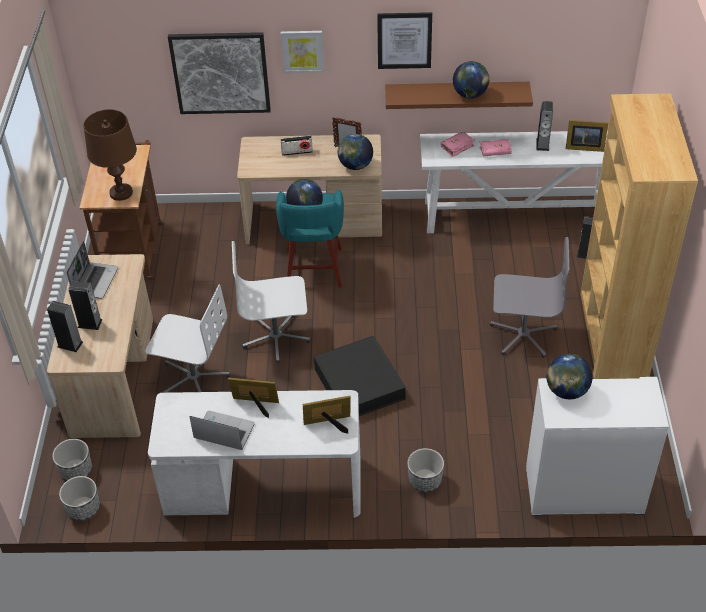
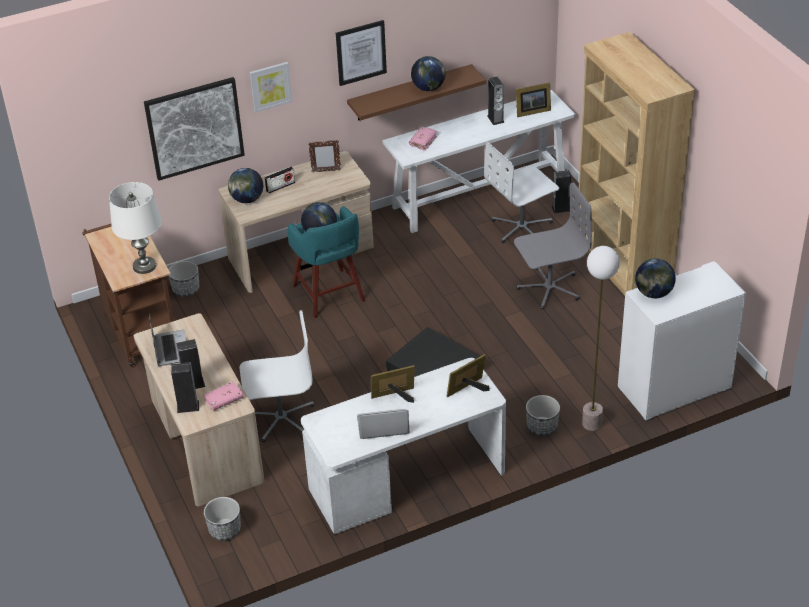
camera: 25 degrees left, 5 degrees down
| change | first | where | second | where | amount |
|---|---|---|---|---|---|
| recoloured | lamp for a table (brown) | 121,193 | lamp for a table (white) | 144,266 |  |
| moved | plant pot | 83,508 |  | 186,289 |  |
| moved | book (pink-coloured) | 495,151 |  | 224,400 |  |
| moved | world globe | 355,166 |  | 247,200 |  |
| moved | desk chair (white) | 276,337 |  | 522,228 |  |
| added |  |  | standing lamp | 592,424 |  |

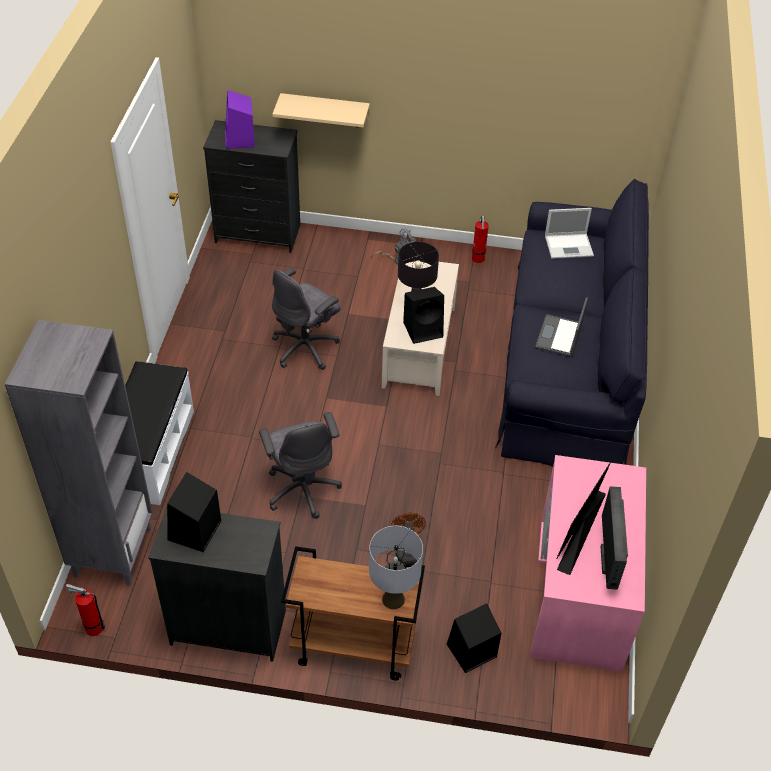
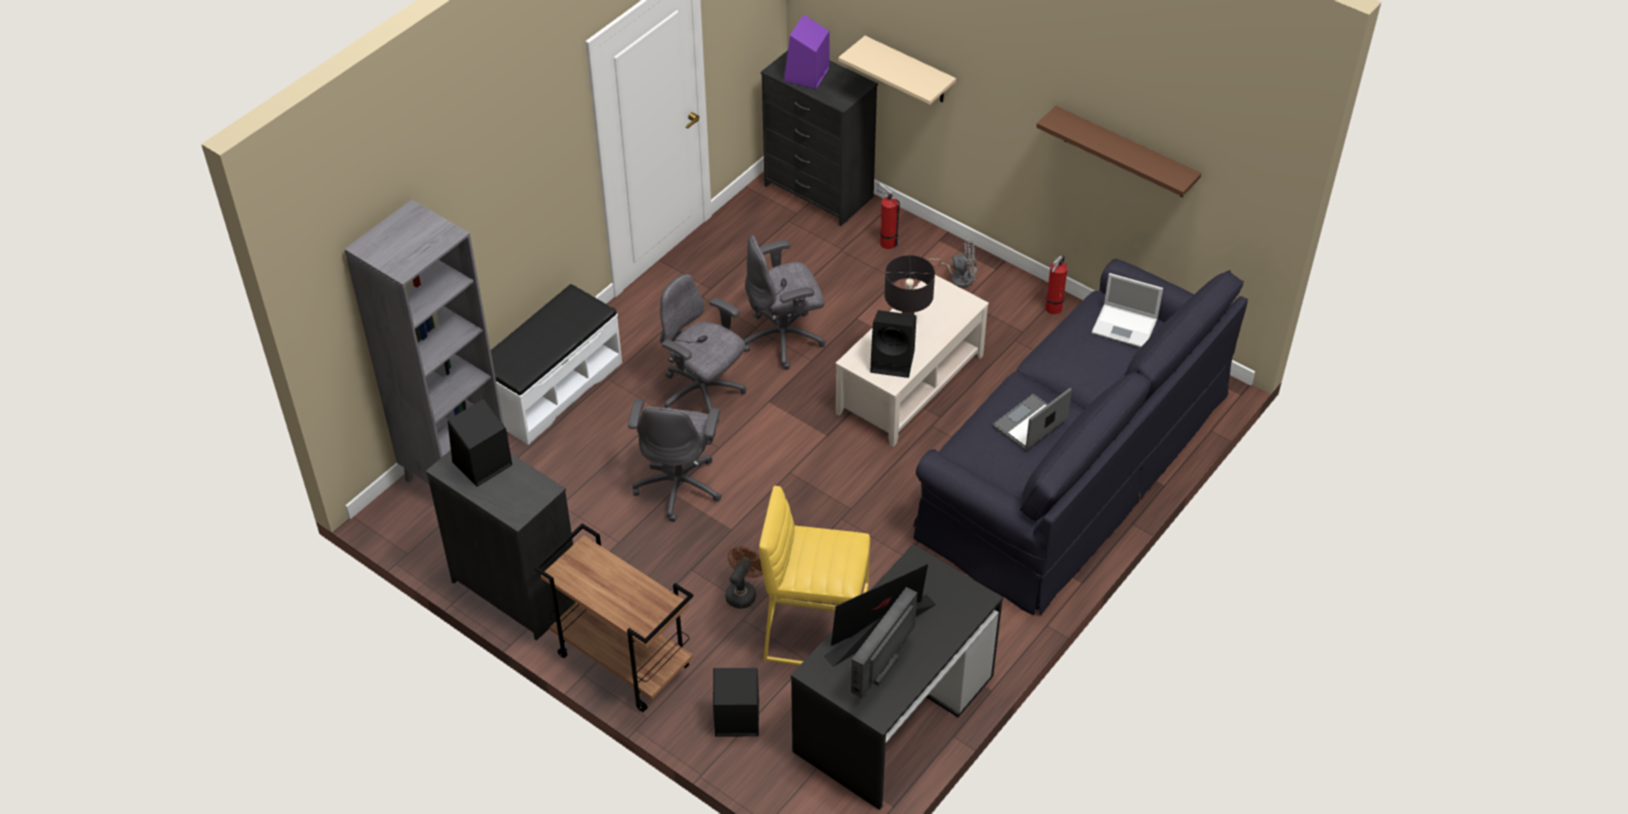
camera: 30 degrees right, 0 degrees up
| change | first | where | second | where | amount |
|---|---|---|---|---|---|
| added |  |  | desk chair (grey) | 703,394 |  |
| added |  |  | stool (yellow) | 815,634 |  |
| recoloured | desk unit (pink-coloured) | 580,593 | desk unit (black) | 895,714 |  |
| moved | fire extinguisher | 91,628 |  | 886,242 |  |
| added |  |  | shelf (brown) | 1125,153 |  |
| removed | lamp for a table (grey) | 393,599 |  |  |  |

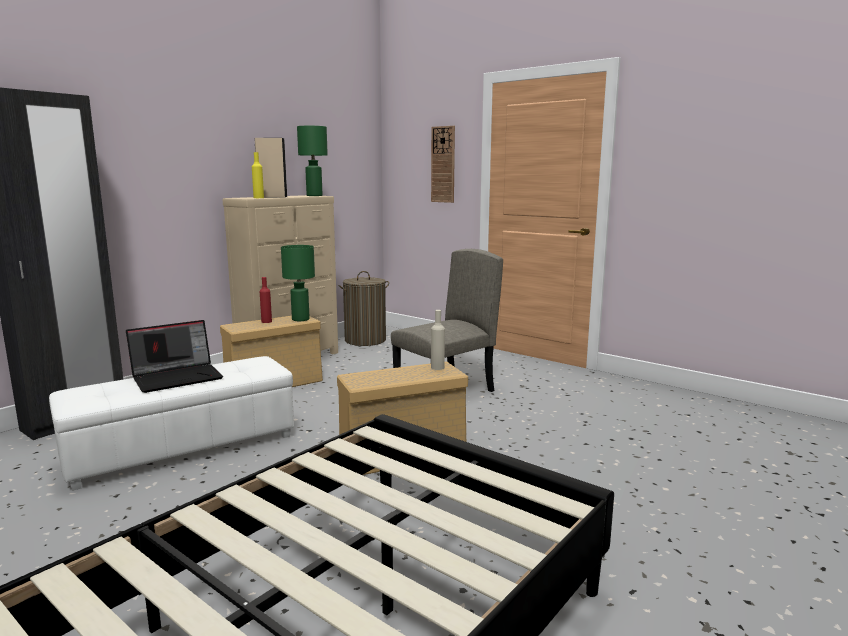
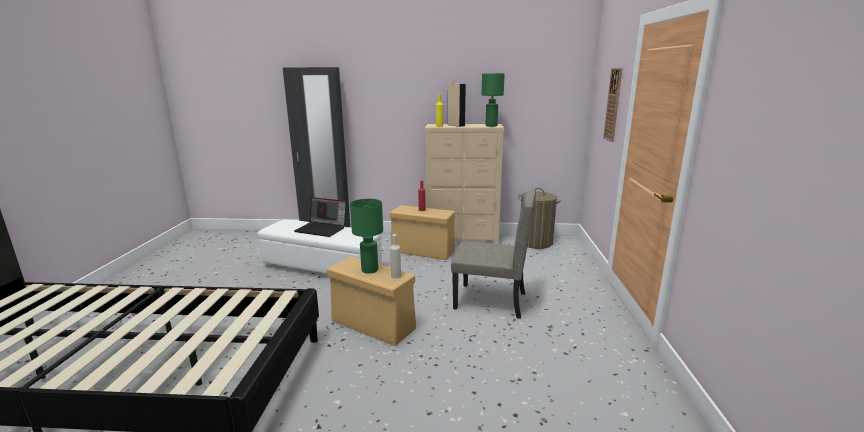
camera: 55 degrees right, 5 degrees up
| change | first | where | second | where | amount |
|---|---|---|---|---|---|
| moved | lamp for a table (greenish) | 301,319 |  | 370,270 |  |

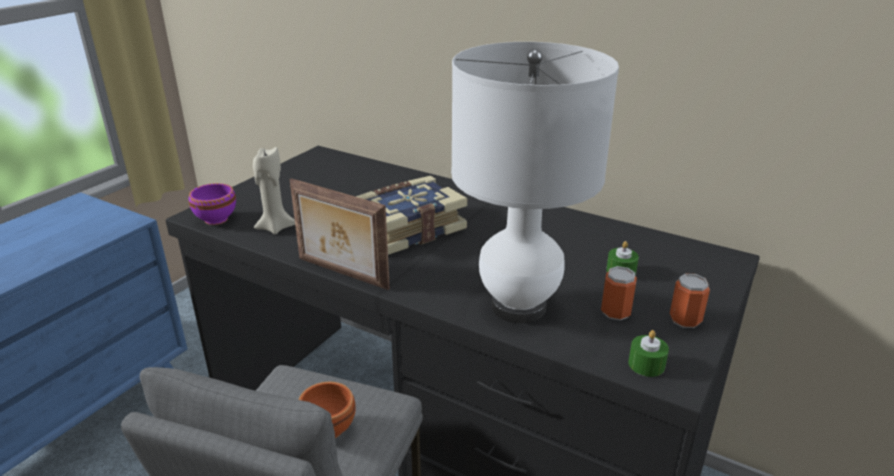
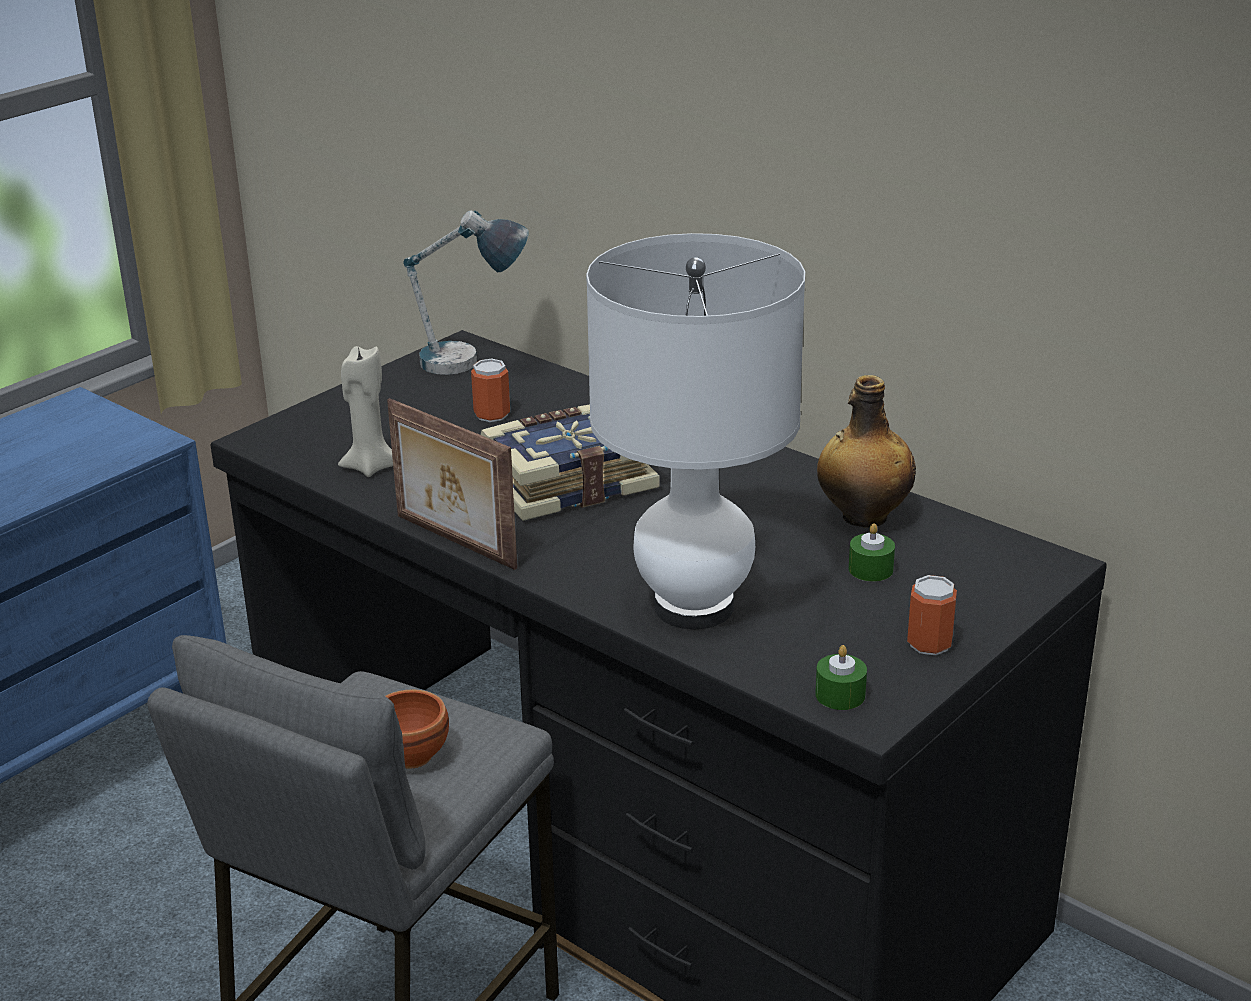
camera: 10 degrees right, 0 degrees up
| change | first | where | second | where | amount |
|---|---|---|---|---|---|
| added |  |  | lamp for a table | 471,366 |  |
| moved | can | 615,312 |  | 492,414 |  |
| added |  |  | drink bottle | 862,517 |  |
| removed | bowl (purplish) | 215,220 |  |  |  |

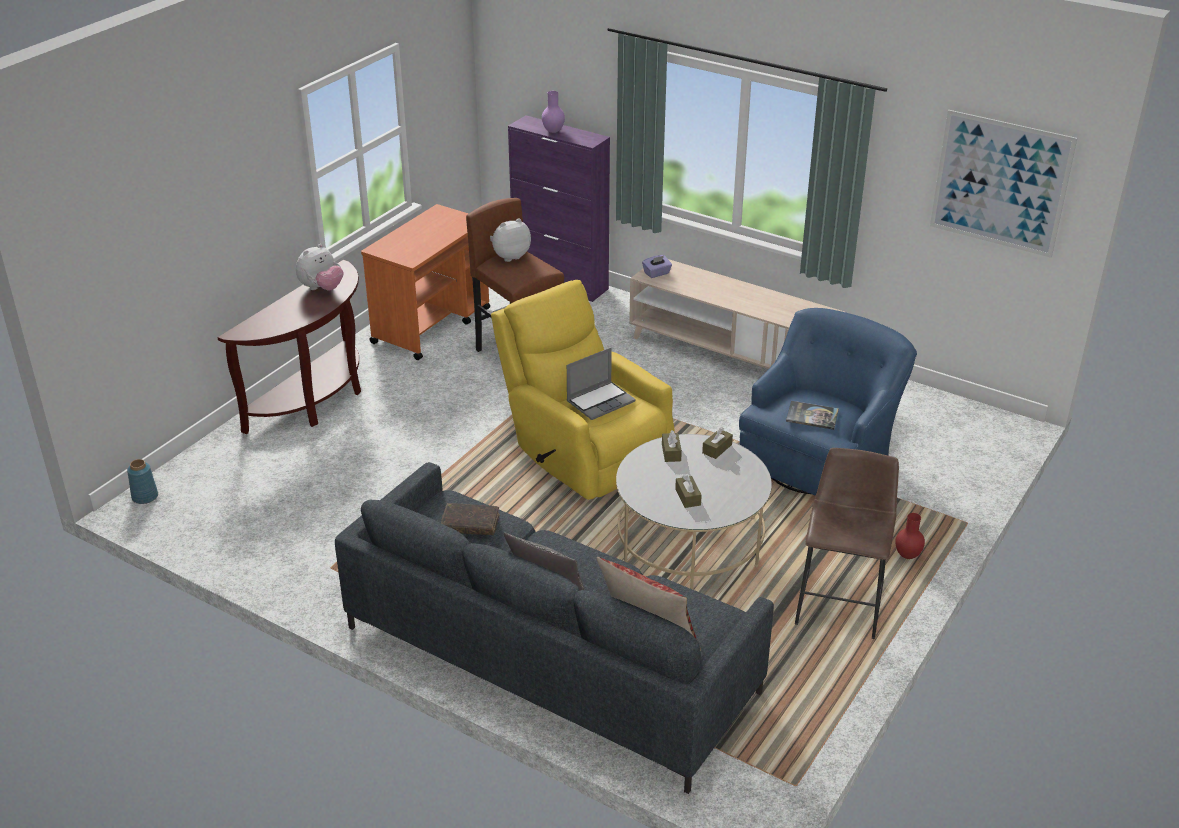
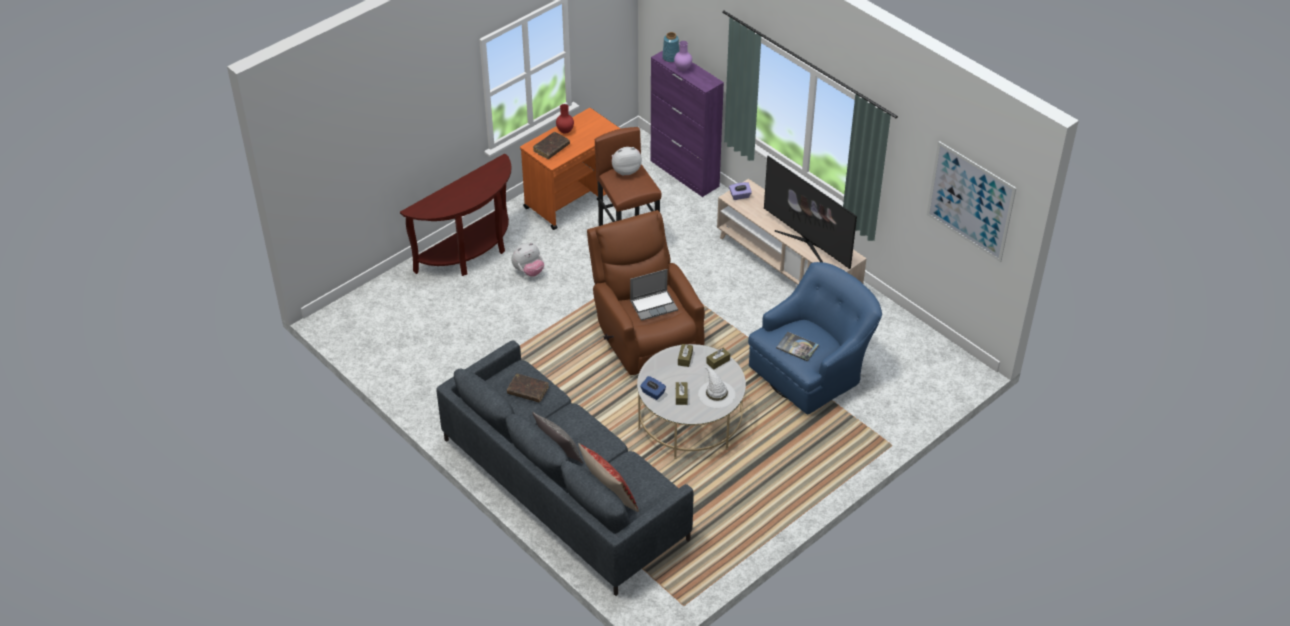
camera: 15 degrees right, 10 degrees up
| change | first | where | second | where | amount |
|---|---|---|---|---|---|
| moved | plush toy | 321,288 |  | 528,271 |  |
| added |  |  | book (brown) | 551,148 |  |
| moved | flower vase (red-coloured) | 907,556 |  | 564,131 |  |
| recoloured | lounge chair (yellow) | 584,450 | lounge chair (brown) | 645,332 |  |
| added |  |  | tissue box (bluish) | 652,393 |  |
| moved | flower vase (bluish) | 144,497 |  | 670,57 |  |
| added |  |  | wearable hat (white) | 716,394 |  |
| added |  |  | television | 806,243 |  |
| removed | stool (brown) | 841,601 |  |  |  |

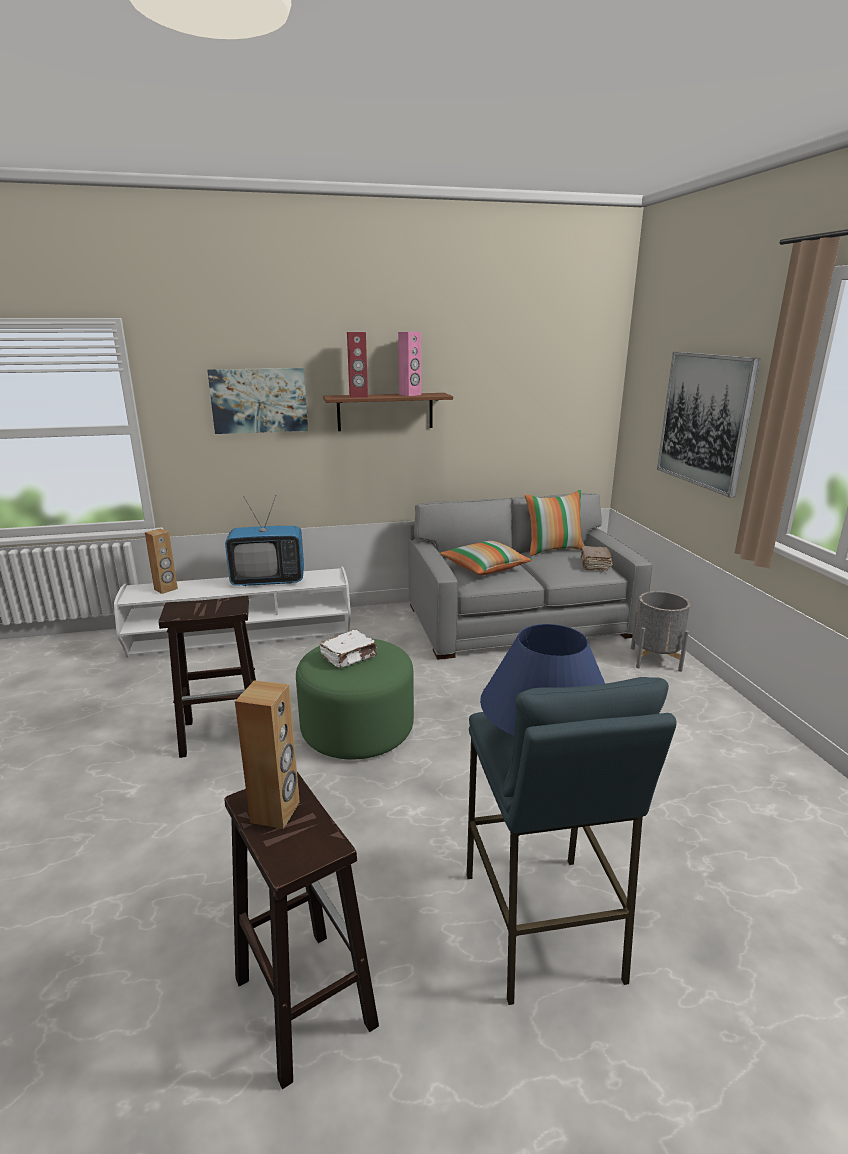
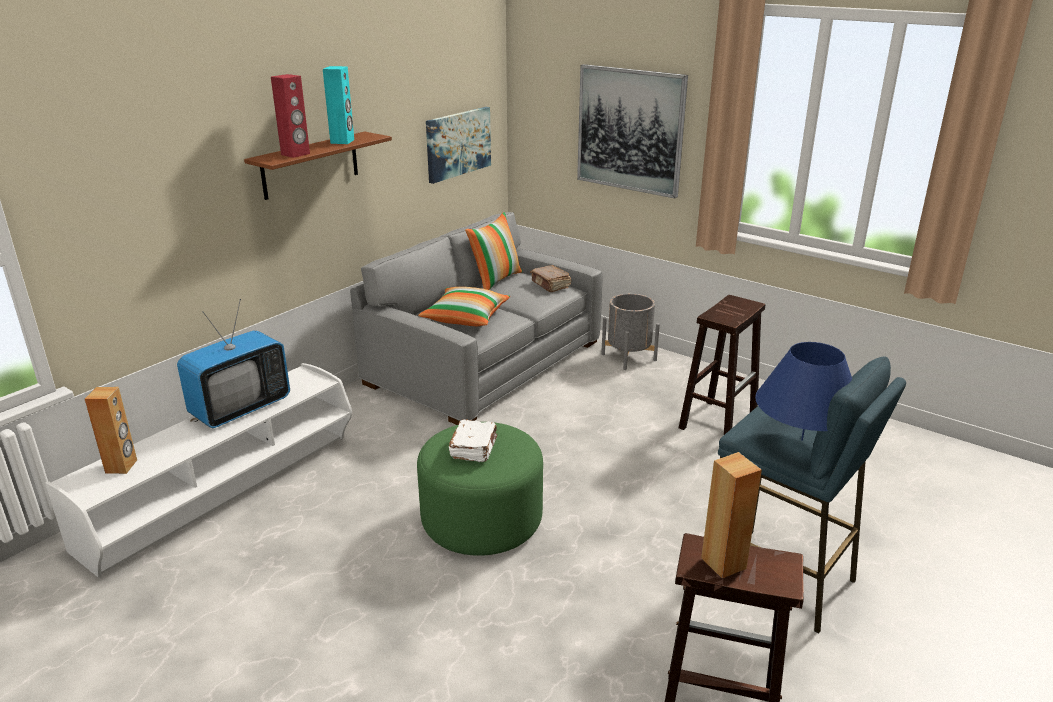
camera: 40 degrees left, 5 degrees up
| change | first | where | second | where | amount |
|---|---|---|---|---|---|
| recoloured | loudspeaker (pink-coloured) | 410,394 | loudspeaker (turquoise) | 342,141 |  |
| moved | wall picture | 259,400 |  | 458,143 |  |
| moved | stool (brown) | 224,733 |  | 718,422 |  |

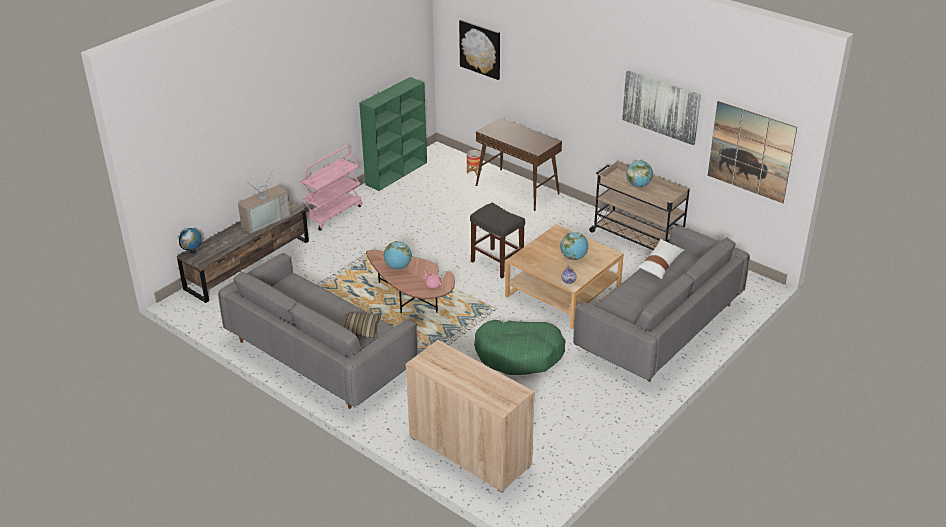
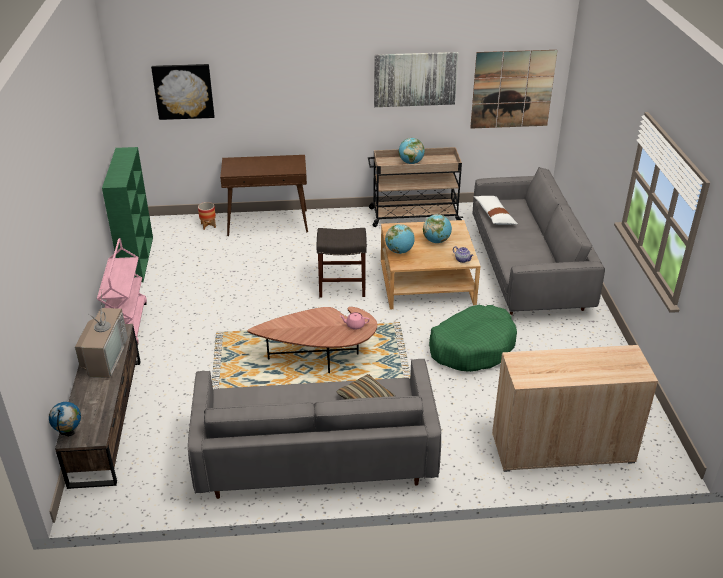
camera: 45 degrees left, 0 degrees up
| change | first | where | second | where | amount |
|---|---|---|---|---|---|
| moved | world globe | 398,267 |  | 399,251 |  |

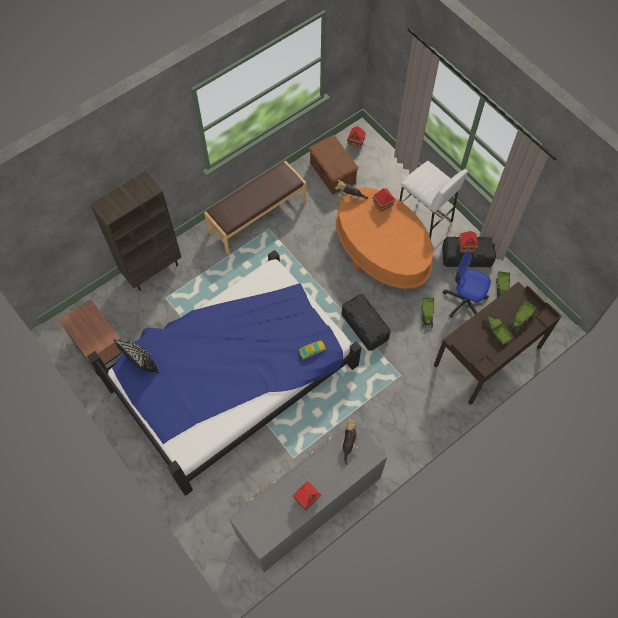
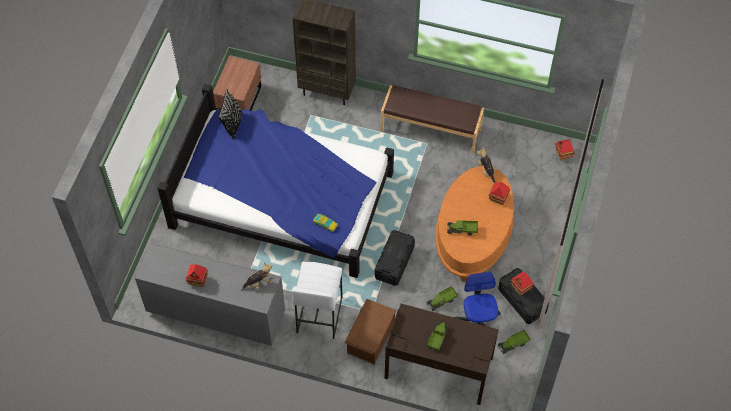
camera: 55 degrees right, 5 degrees down
| change | first | where | second | where | amount |
|---|---|---|---|---|---|
| moved | stool (white) | 424,219 |  | 319,314 |  |
| moved | storage box (brown) | 332,174 |  | 370,338 |  |
| moved | toy lorry | 520,319 |  | 462,230 |  |

